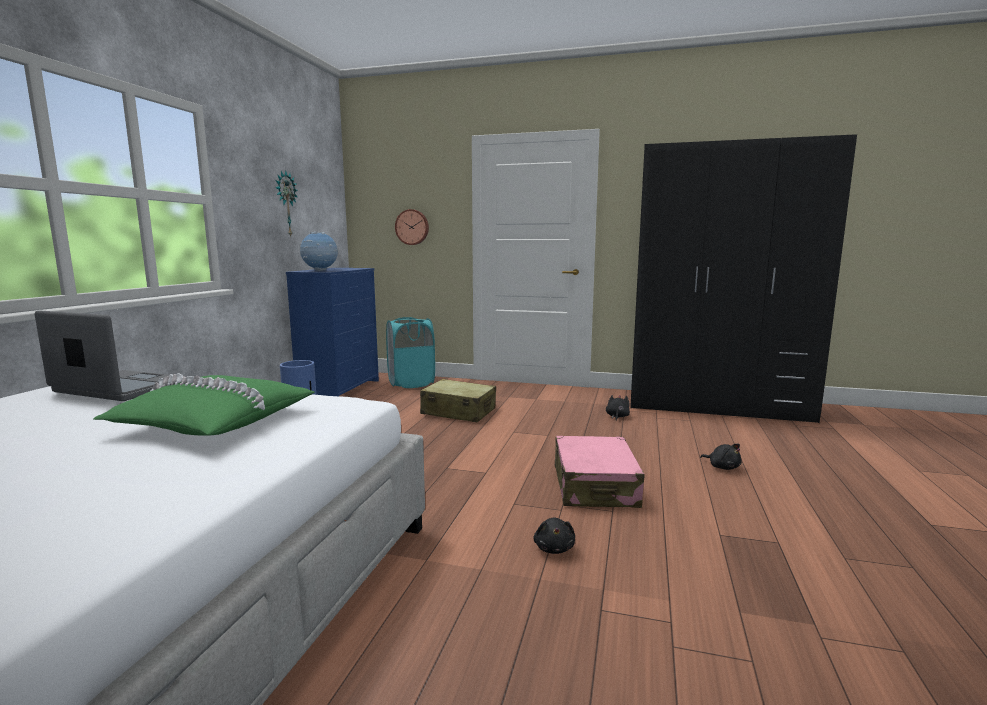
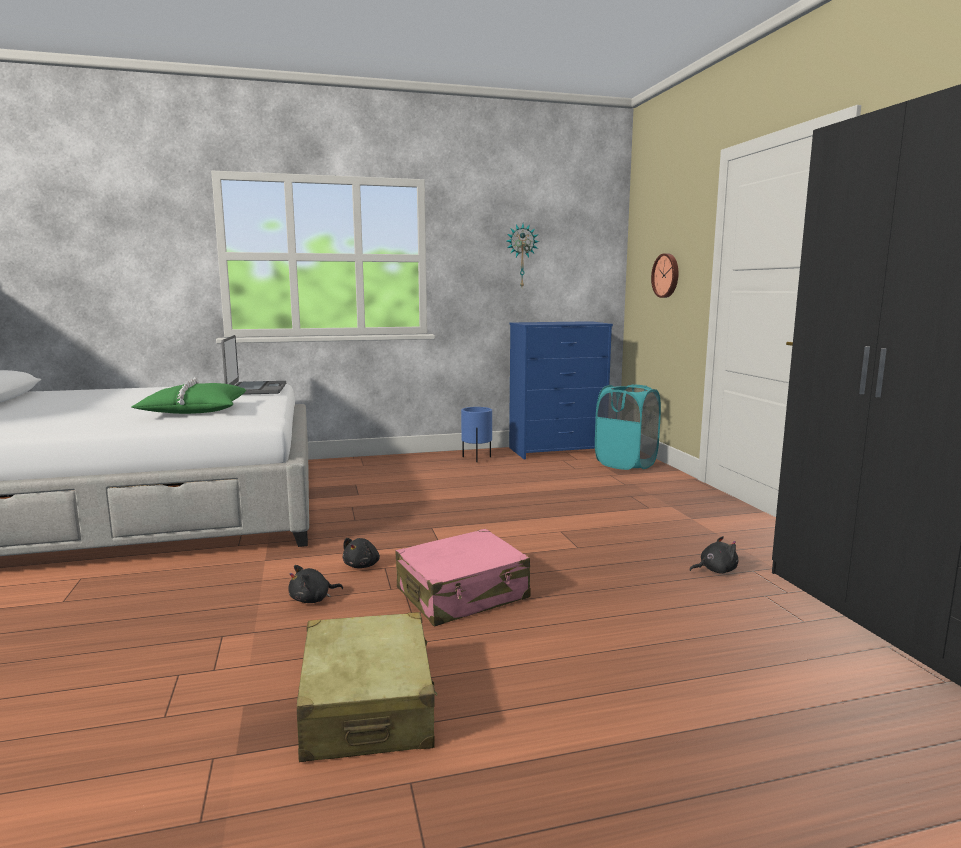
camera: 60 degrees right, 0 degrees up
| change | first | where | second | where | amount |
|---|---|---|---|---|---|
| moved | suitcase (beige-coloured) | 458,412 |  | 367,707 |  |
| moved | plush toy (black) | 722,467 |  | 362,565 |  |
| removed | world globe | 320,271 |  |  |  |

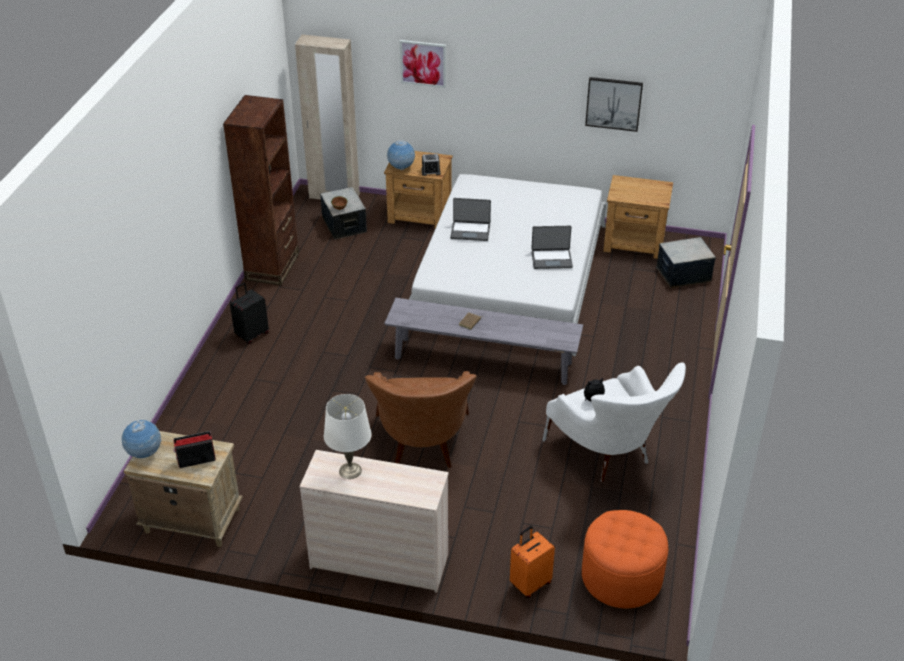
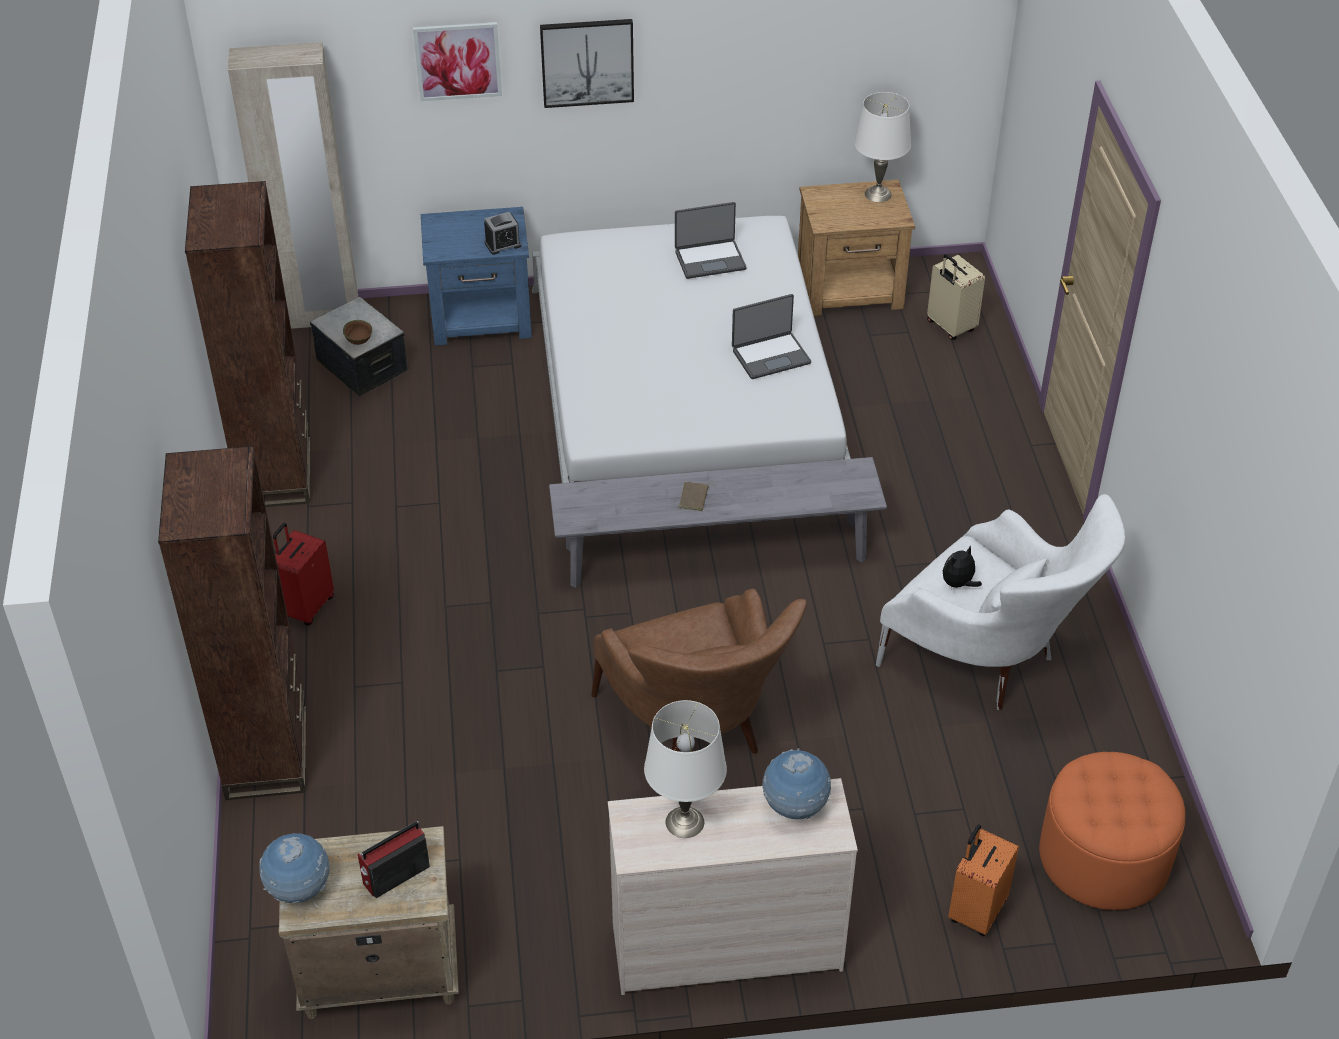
camera: 20 degrees left, 5 degrees up
| change | first | where | second | where | amount |
|---|---|---|---|---|---|
| added |  |  | bookshelf (brown) | 267,751 |  |
| recoloured | suitcase (black) | 252,334 | suitcase (red-coloured) | 306,607 |  |
| recoloured | bedside table (brown) | 420,215 | bedside table (bluish) | 482,318 |  |
| moved | wall picture | 613,103 |  | 587,62 |  |
| moved | laptop | 470,231 |  | 710,259 |  |
| moved | world globe | 401,168 |  | 795,808 |  |
| added |  |  | lamp for a table (white) | 877,194 |  |
| replaced | storage box | 683,274 | suitcase (beige-coloured) | 950,327 |  |

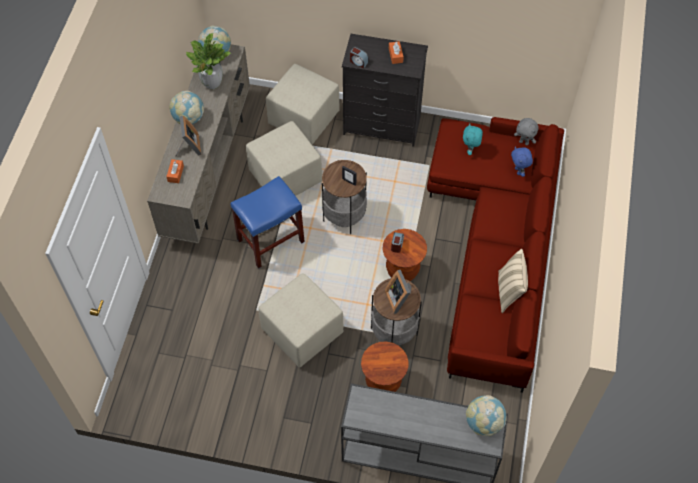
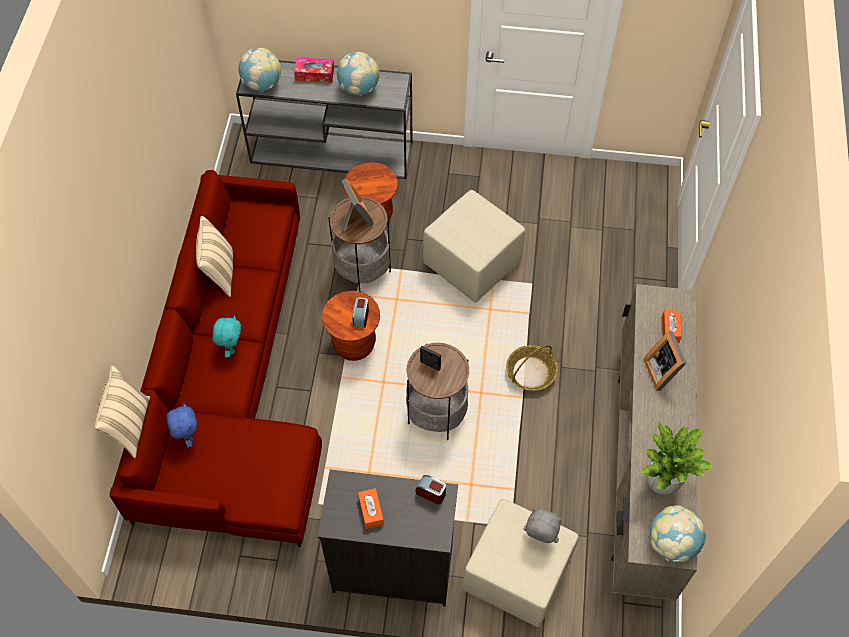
camera: 175 degrees right, 0 degrees up
| change | first | where | second | where | amount |
|---|---|---|---|---|---|
| added |  |  | throw pillow (beige-coloured) | 129,426 |  |
| moved | plush toy (turquoise) | 470,150 |  | 231,348 |  |
| added |  |  | tissue box | 314,74 |  |
| moved | world globe | 189,118 |  | 359,88 |  |
| replaced | stool (bluish) | 271,240 | basket | 530,373 |  |
| moved | plush toy (grey) | 524,142 |  | 539,538 |  |
| removed | ottoman (beige-coloured) | 286,176 |  |  |  |

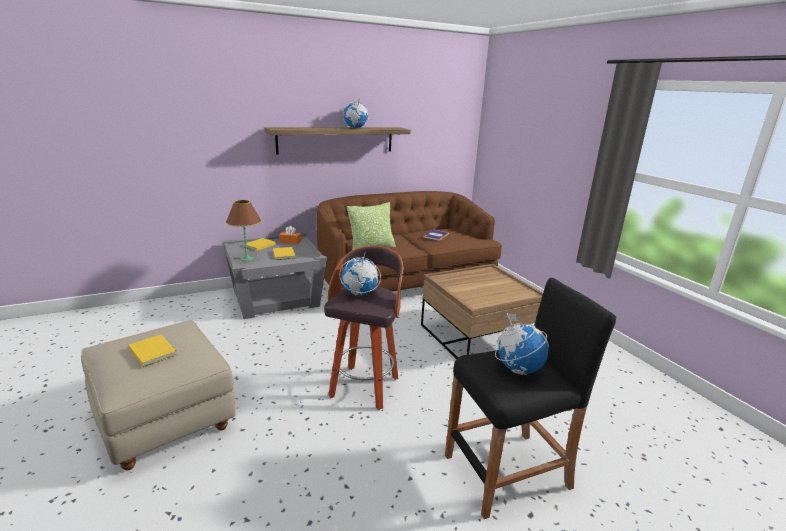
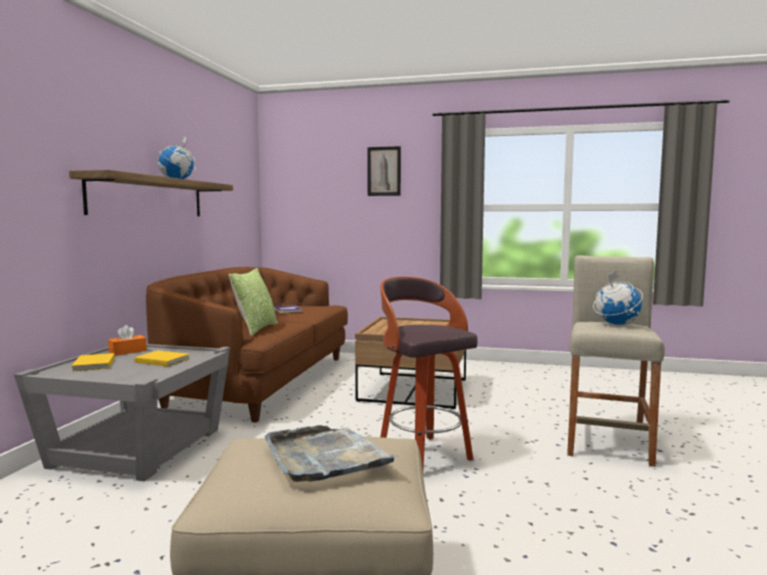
camera: 50 degrees left, 15 degrees down
| change | first | where | second | where | amount |
|---|---|---|---|---|---|
| replaced | book (yellow) | 153,351 | serving tray (grey) | 325,456 |  |
| added |  |  | wall picture | 384,171 |  |
| recoloured | stool (black) | 507,472 | stool (beige-coloured) | 607,441 |  |
| removed | lamp for a table (brown) | 246,258 |  |  |  |
| removed | world globe | 359,294 |  |  |  |

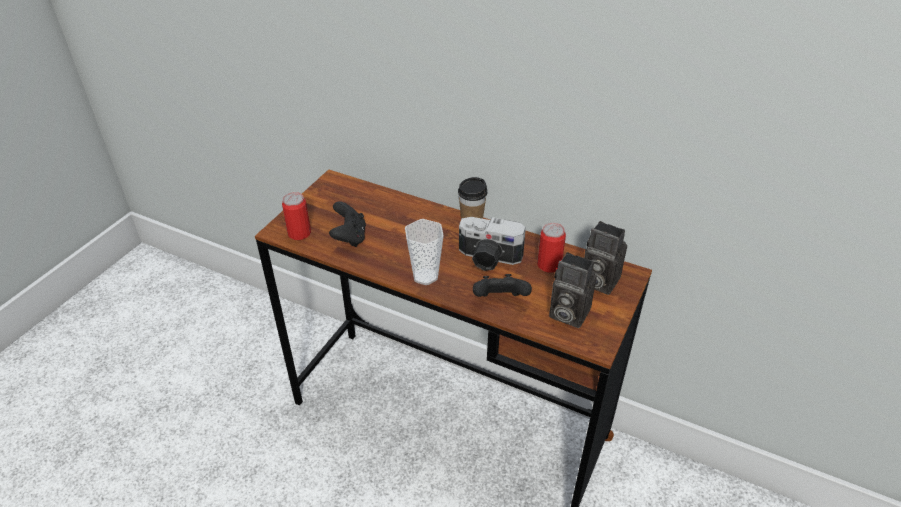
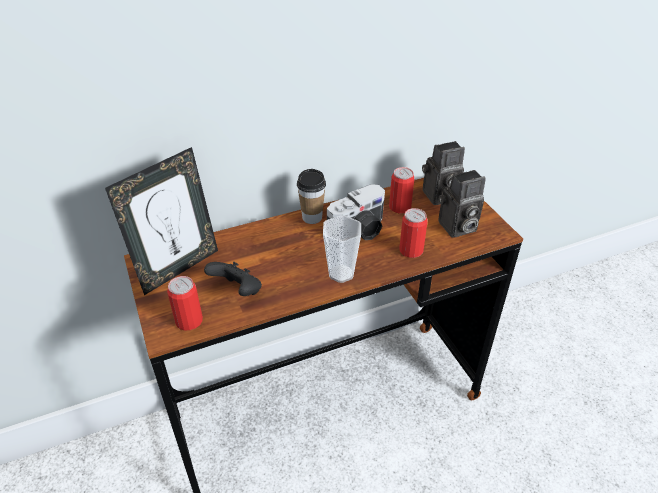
camera: 50 degrees left, 0 degrees up
| change | first | where | second | where | amount |
|---|---|---|---|---|---|
| added |  |  | standing frame | 178,268 |  |
| replaced | joypad (black) | 500,300 | can | 411,250 |  |

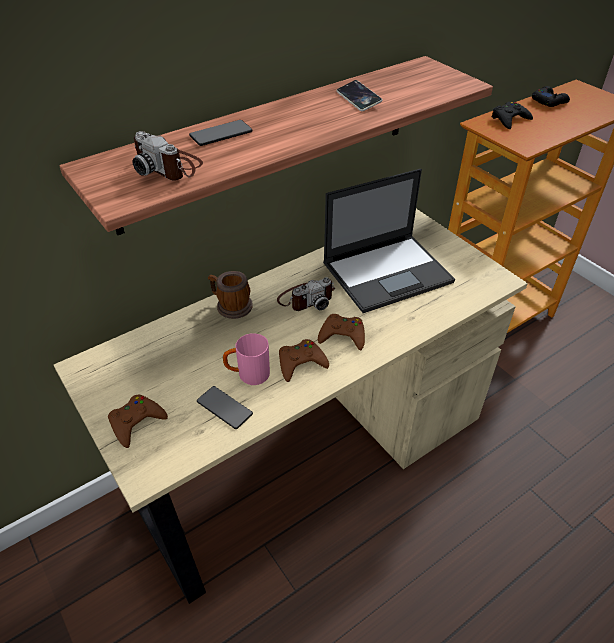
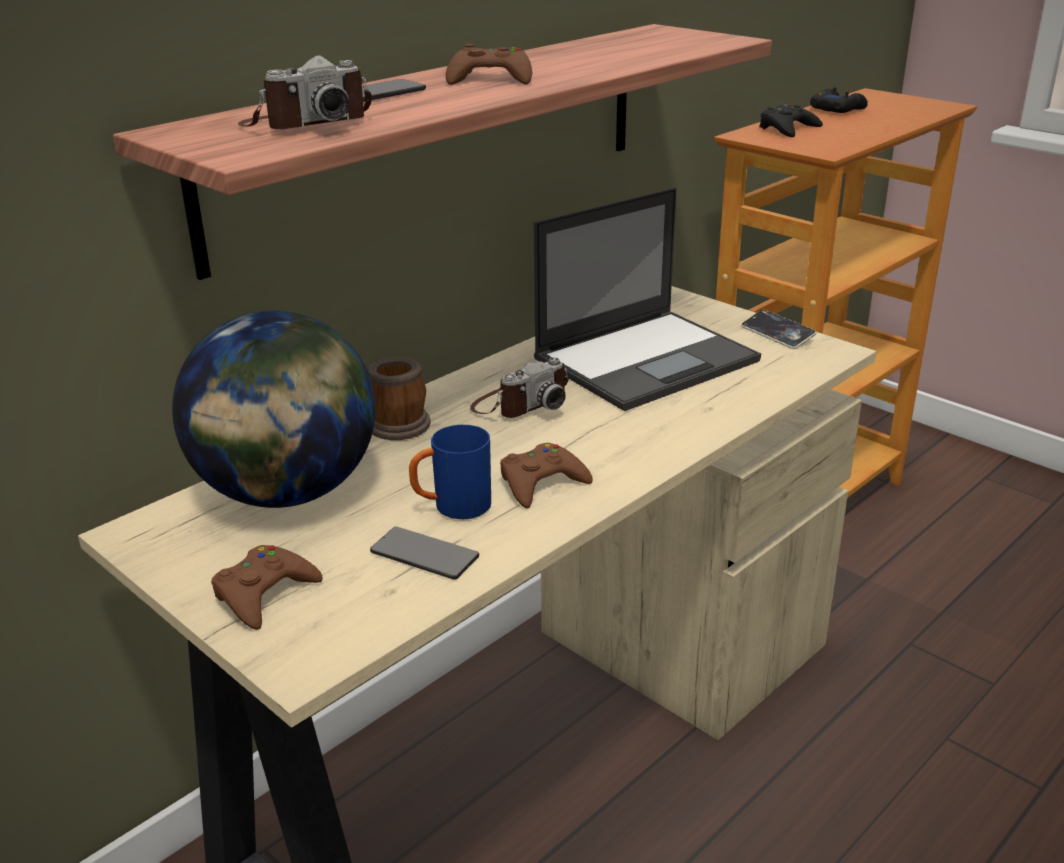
camera: 10 degrees left, 15 degrees down
| change | first | where | second | where | amount |
|---|---|---|---|---|---|
| added |  |  | world globe | 288,493 |  |
| turned | still camera | 169,166 |  | 307,123 | 60 degrees counterclockwise |
| recoloured | mug (pink-coloured) | 248,375 | mug (bluish) | 452,508 |  |
| moved | joypad (brown) | 342,335 |  | 490,78 |  |
| moved | phone | 358,99 |  | 777,334 |  |

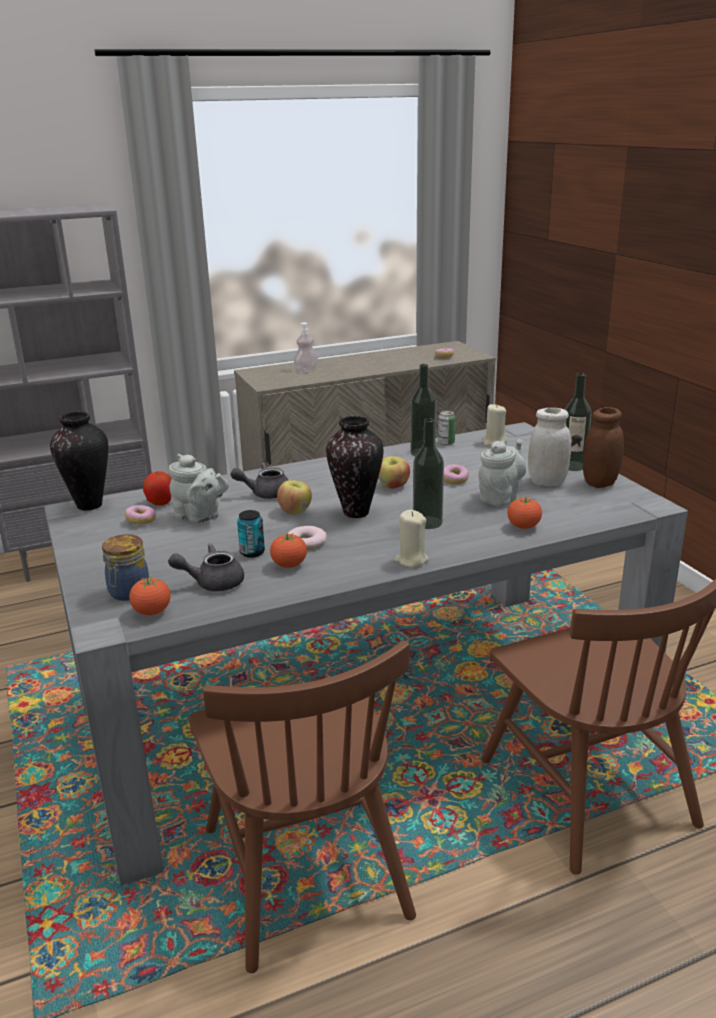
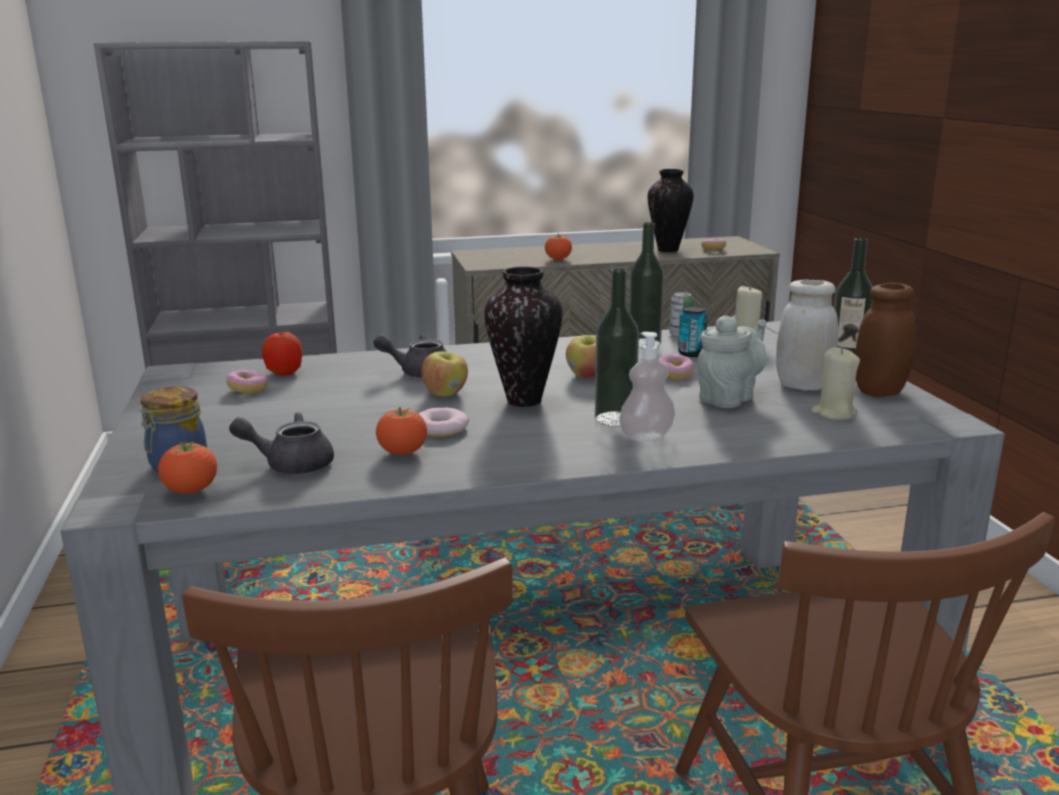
camera: 10 degrees right, 5 degrees down
| change | first | where | second | where | amount |
|---|---|---|---|---|---|
| moved | whole tomato | 523,527 |  | 558,259 |  |
| moved | soap dispenser | 306,370 |  | 646,436 |  |
| moved | flower vase | 89,506 |  | 668,250 |  |
| moved | can | 252,552 |  | 691,353 |  |
| moved | candle (beige-coloured) | 411,560 |  | 834,413 |  |
| removed | tea pot (grey) | 200,517 |  |  |  |

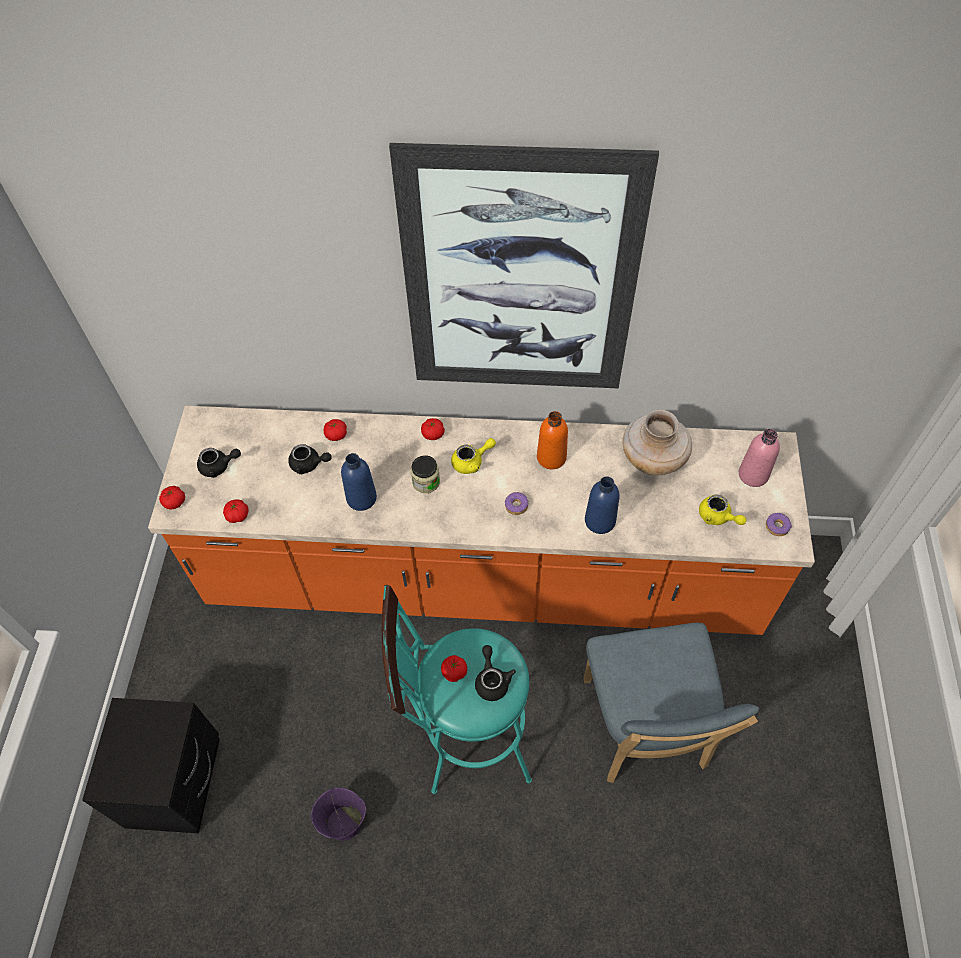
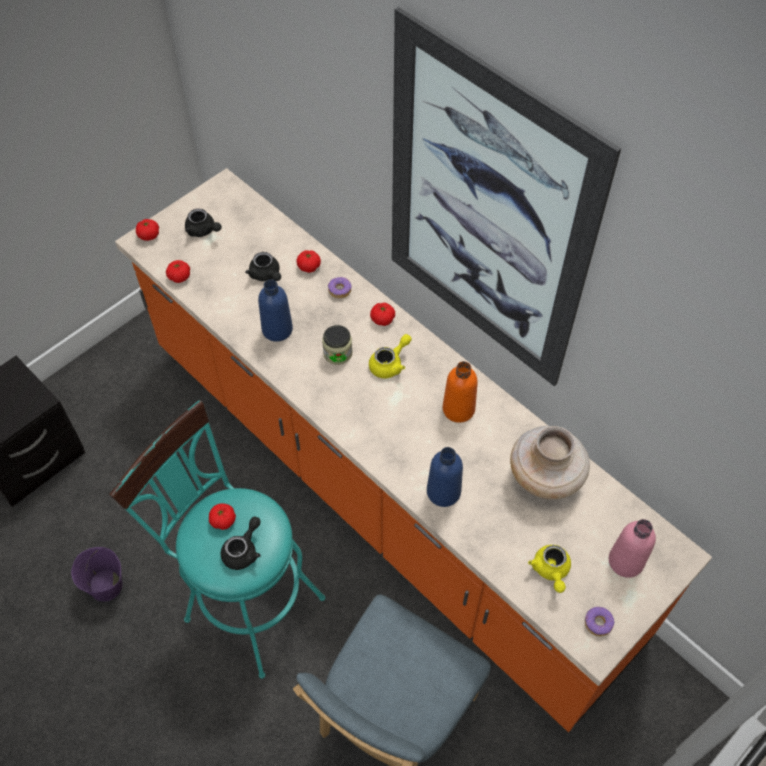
camera: 40 degrees right, 0 degrees up
| change | first | where | second | where | amount |
|---|---|---|---|---|---|
| moved | donut | 516,506 |  | 339,290 |  |
| turned | tea pot (yellow) | 472,462 |  | 390,364 | 60 degrees counterclockwise |

